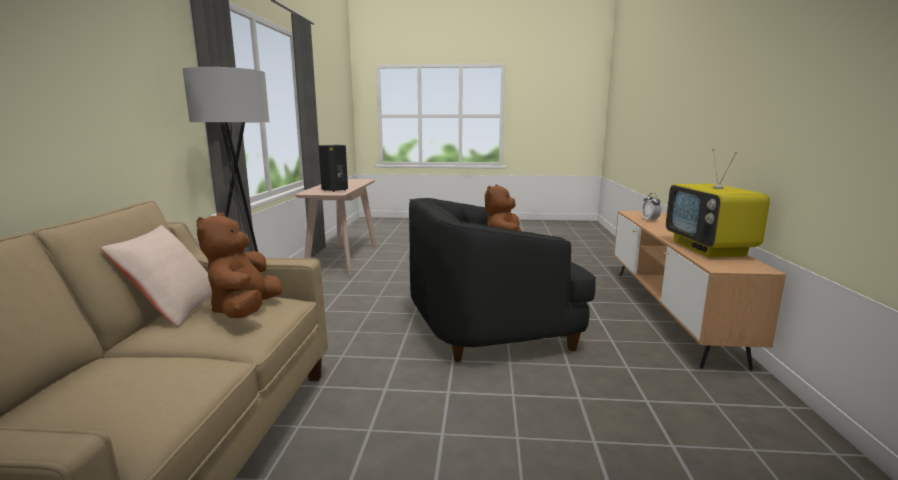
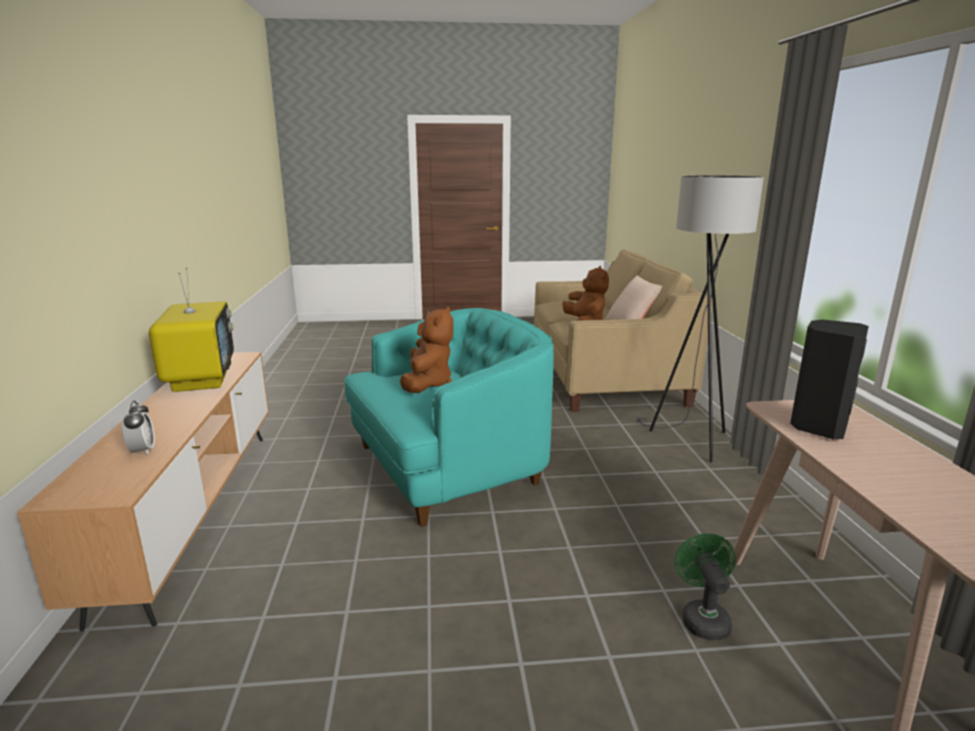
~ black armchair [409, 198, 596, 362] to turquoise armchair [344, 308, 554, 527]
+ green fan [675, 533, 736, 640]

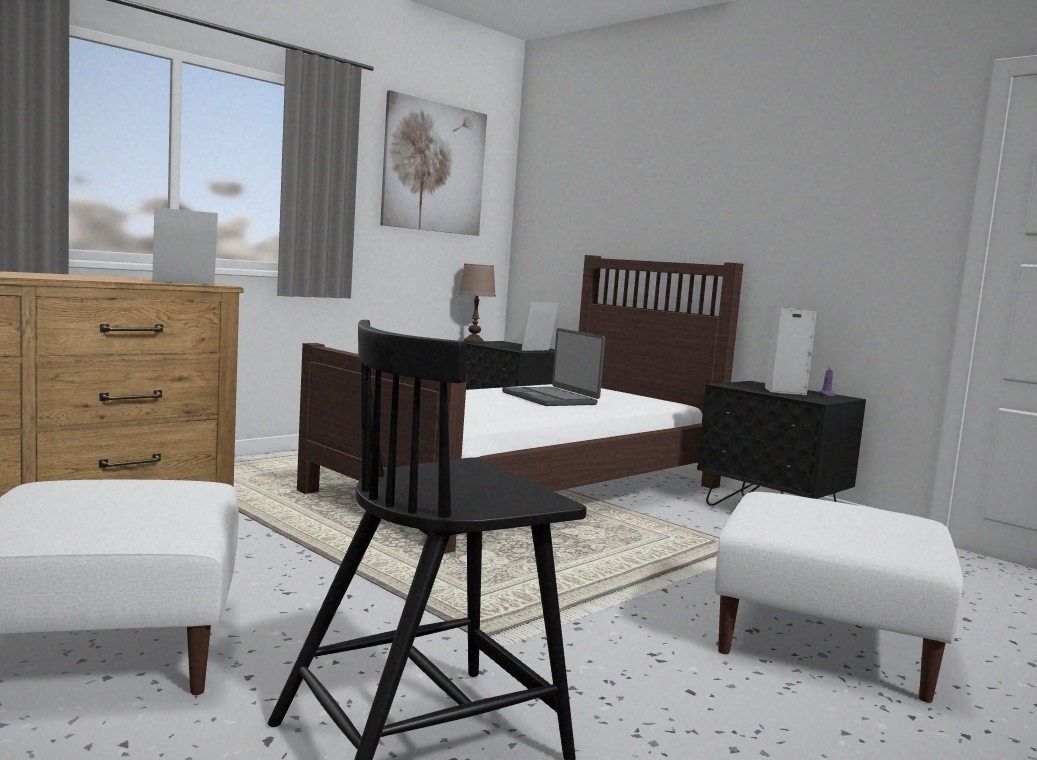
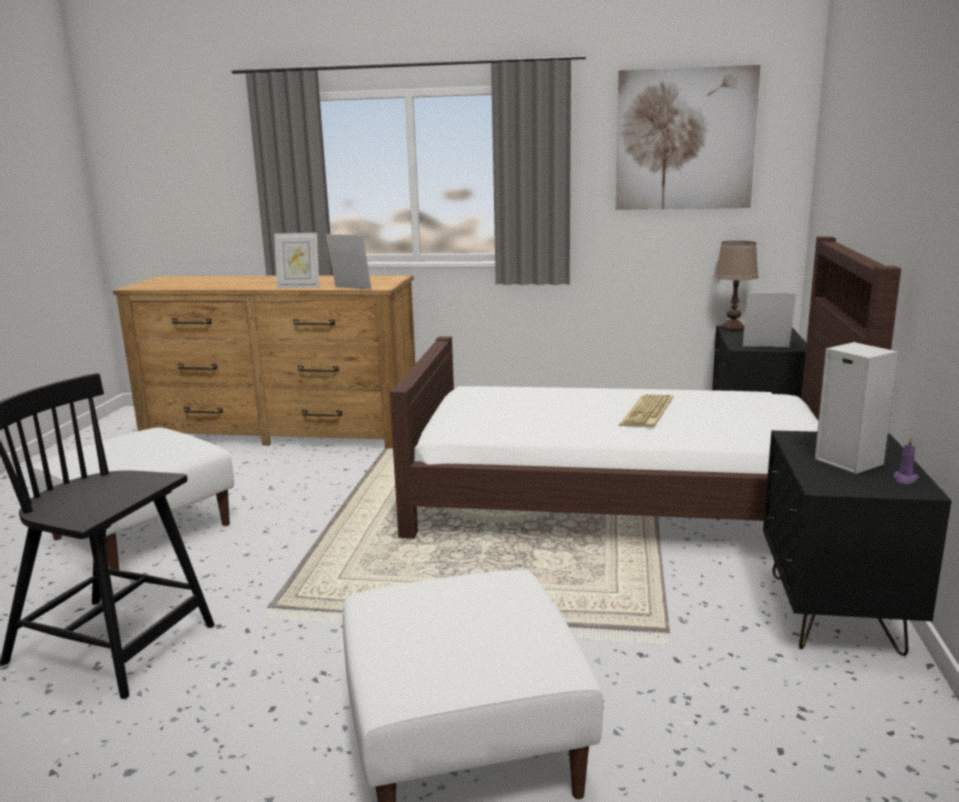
~ laptop [502, 328, 605, 406] to keyboard [619, 395, 673, 427]
+ picture frame [274, 233, 320, 288]

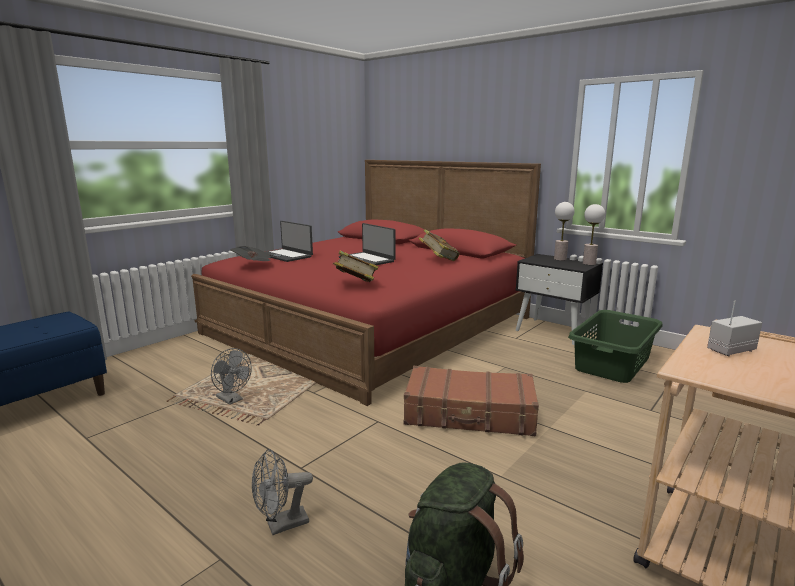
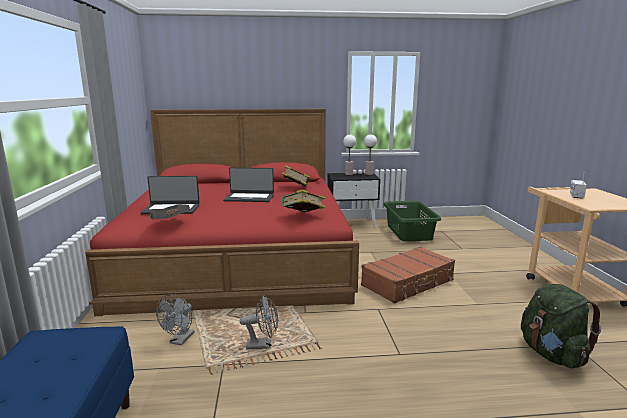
~ grey fan [252, 449, 313, 535] to [156, 294, 195, 345]

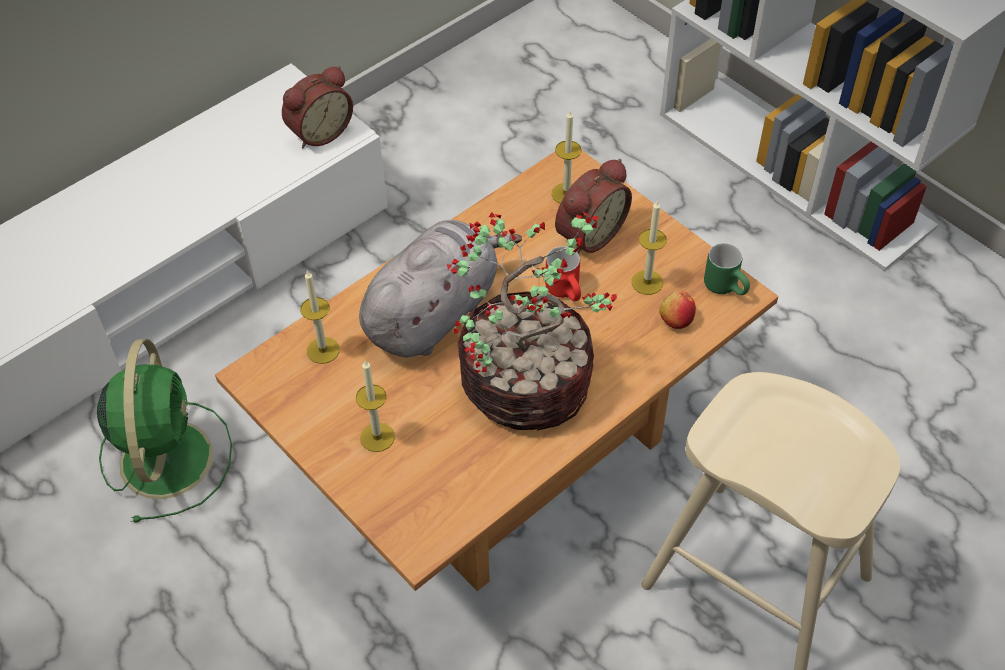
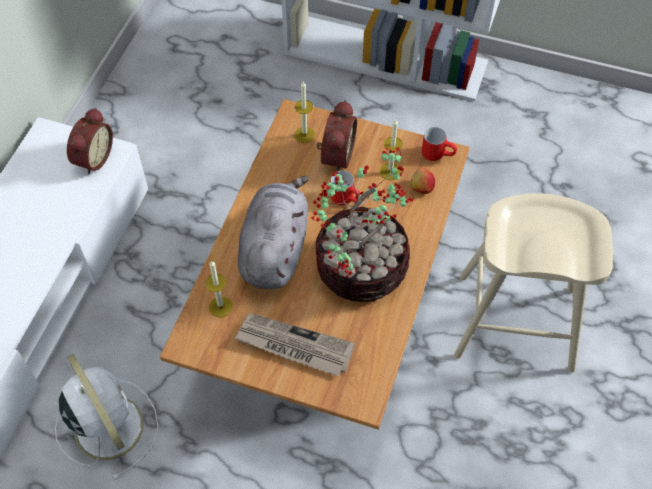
~ green mug [704, 243, 750, 295] to red mug [422, 127, 457, 161]
~ green fan [97, 339, 232, 523] to white fan [55, 354, 159, 480]
~ candle [356, 360, 395, 452] to newspaper [234, 313, 355, 377]

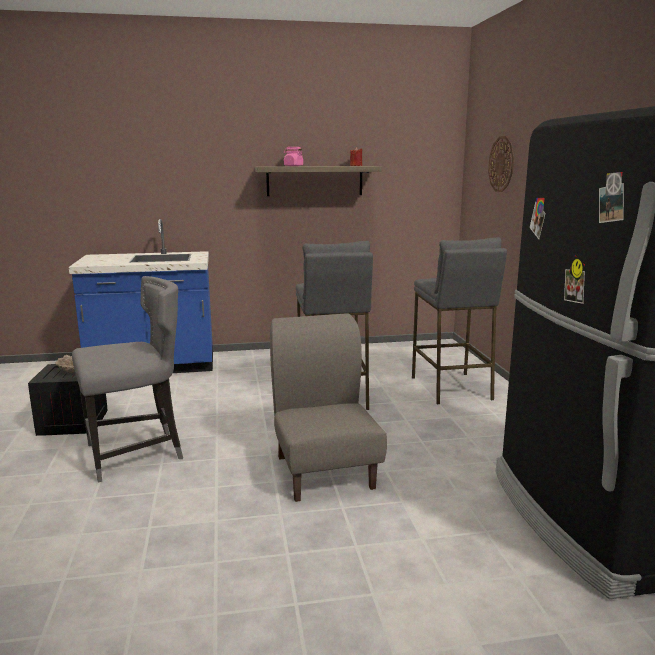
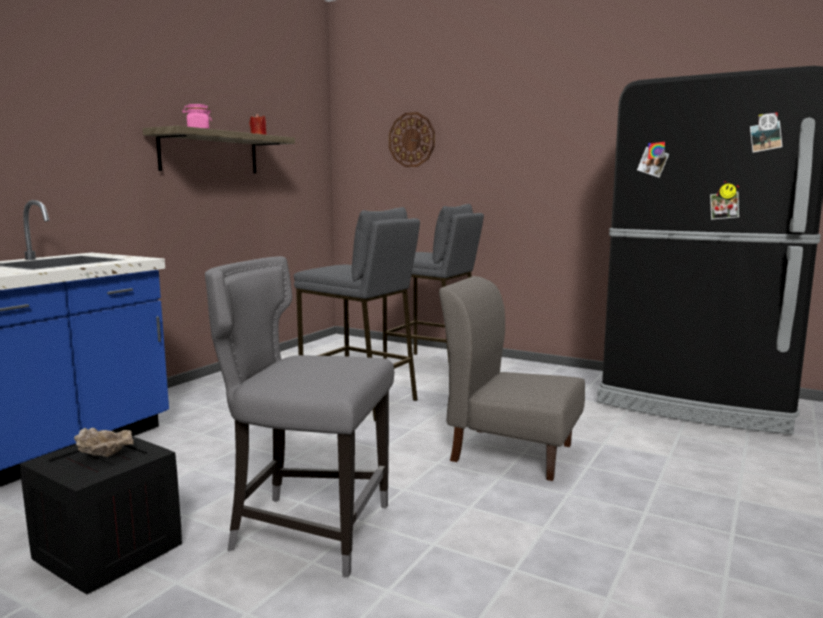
~ grey chair [72, 276, 183, 483] = [205, 256, 394, 577] 90 degrees counterclockwise

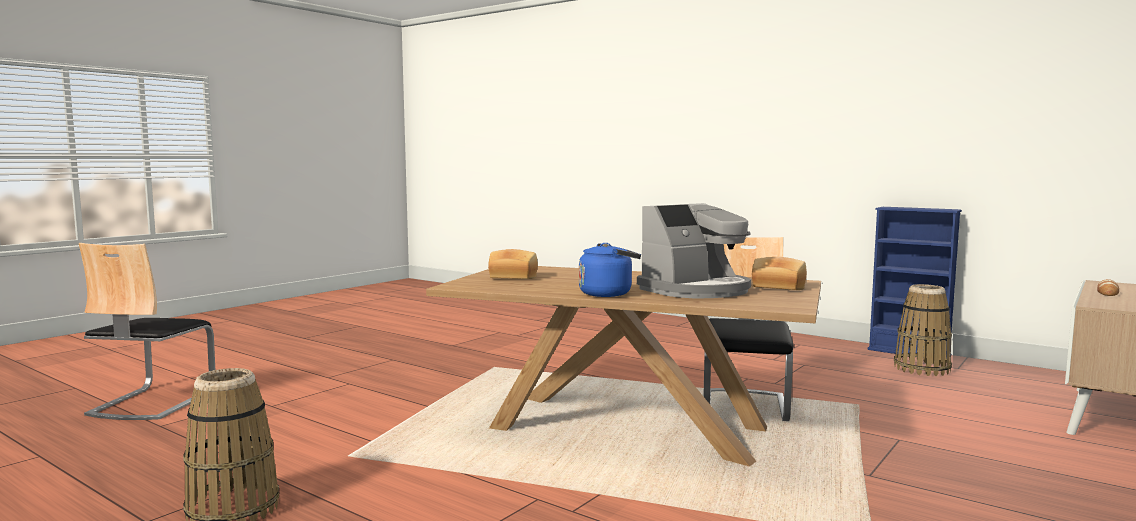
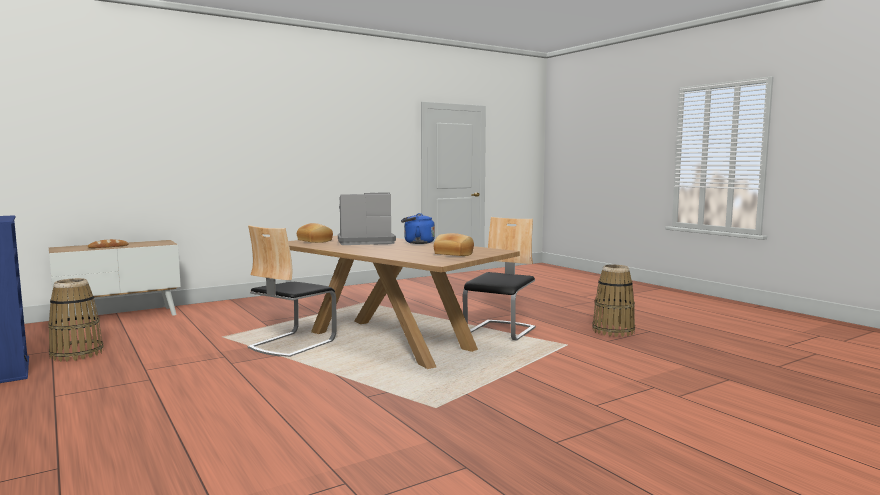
~ chair [79, 243, 215, 420] to [463, 217, 536, 341]

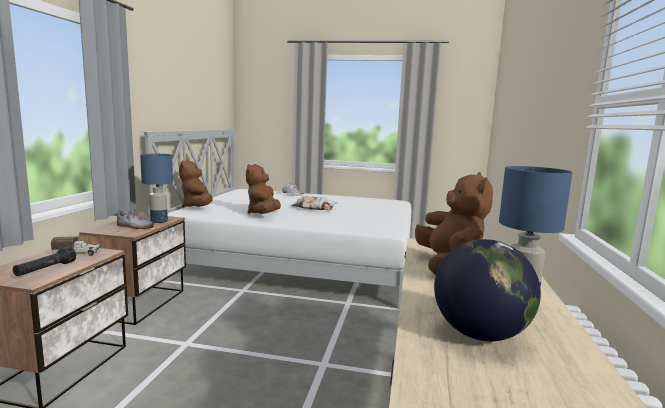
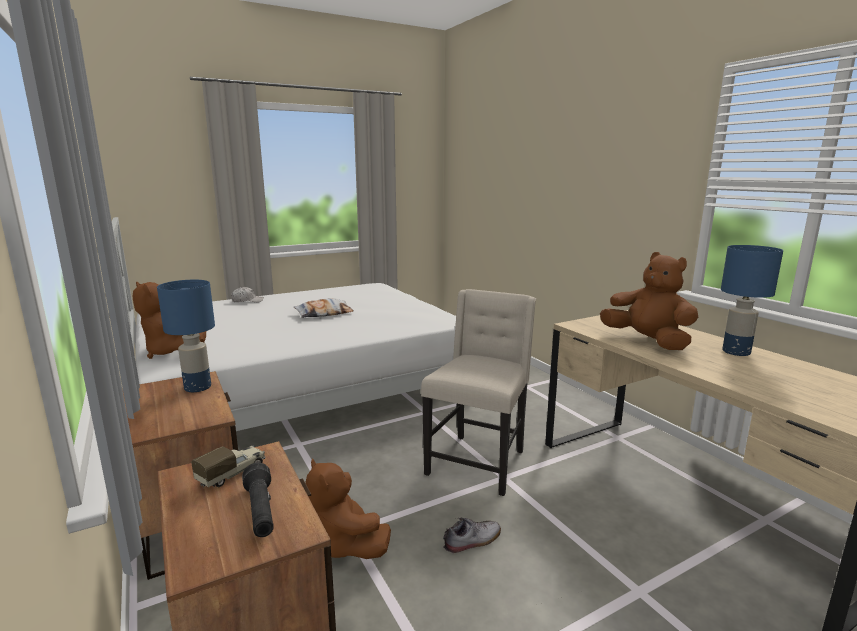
~ brown plush toy [246, 164, 281, 214] to [306, 458, 391, 559]
~ shoe [117, 210, 154, 229] to [443, 518, 501, 553]
- globe [434, 239, 541, 341]
+ beige chair [421, 289, 536, 496]

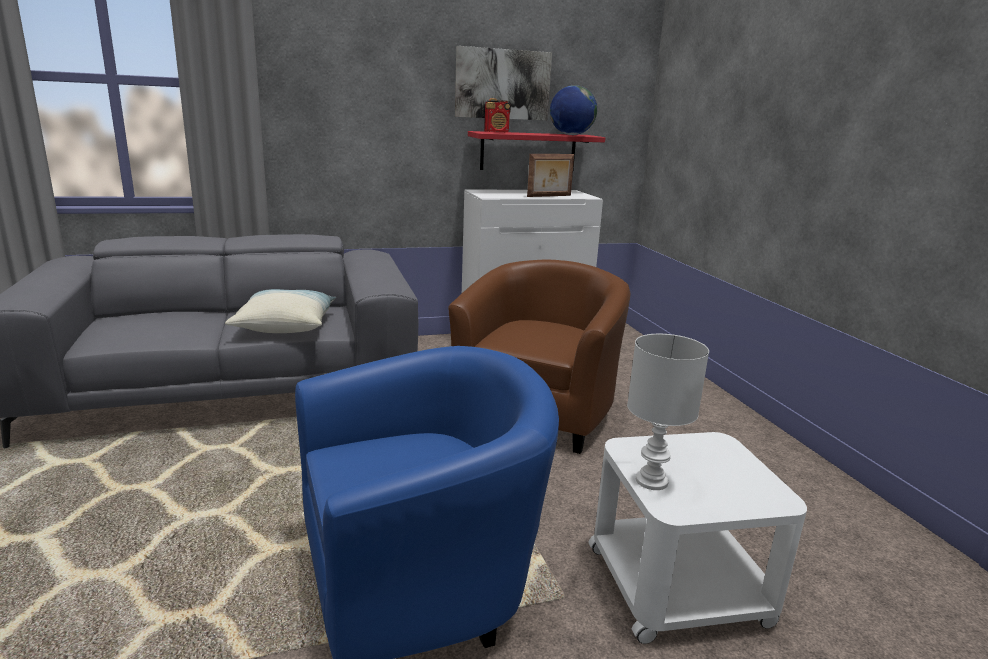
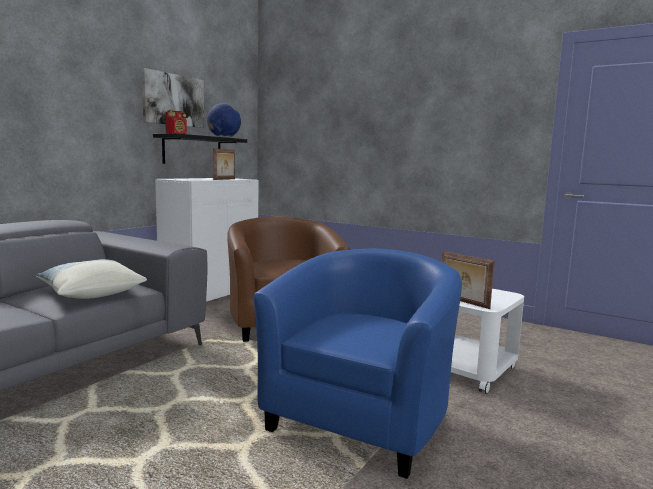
~ red shelf [468, 131, 605, 170] to black shelf [153, 133, 247, 164]
~ white table lamp [627, 334, 709, 490] to picture frame [442, 251, 495, 309]

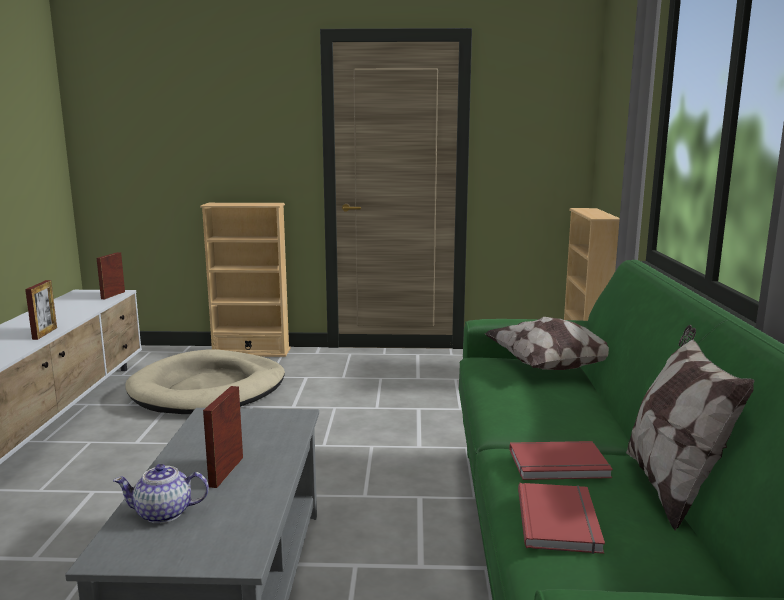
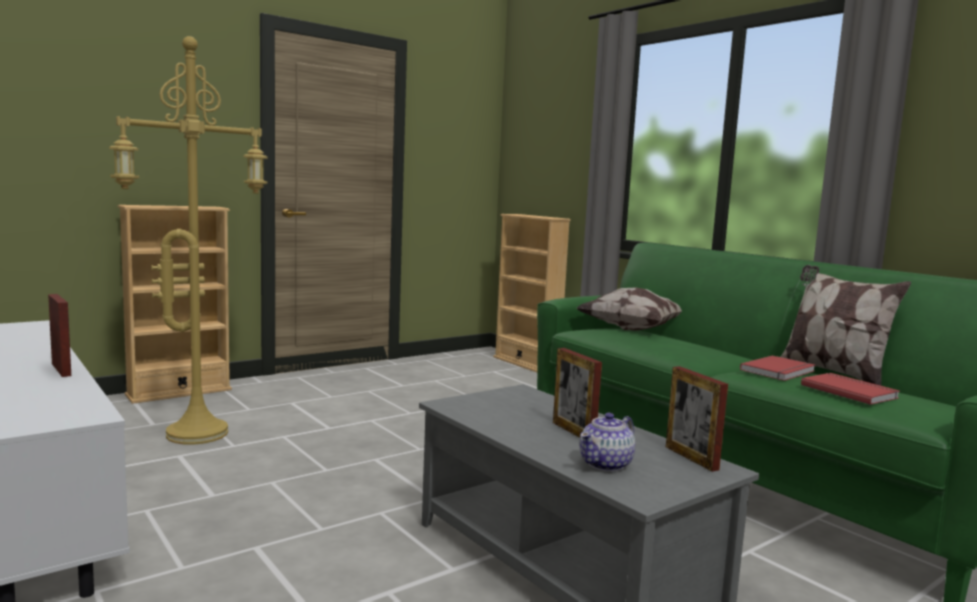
~ picture frame [97, 252, 125, 299] to [666, 366, 728, 472]
~ beige dog bed [125, 349, 285, 414] to yellow floor lamp [109, 36, 267, 445]

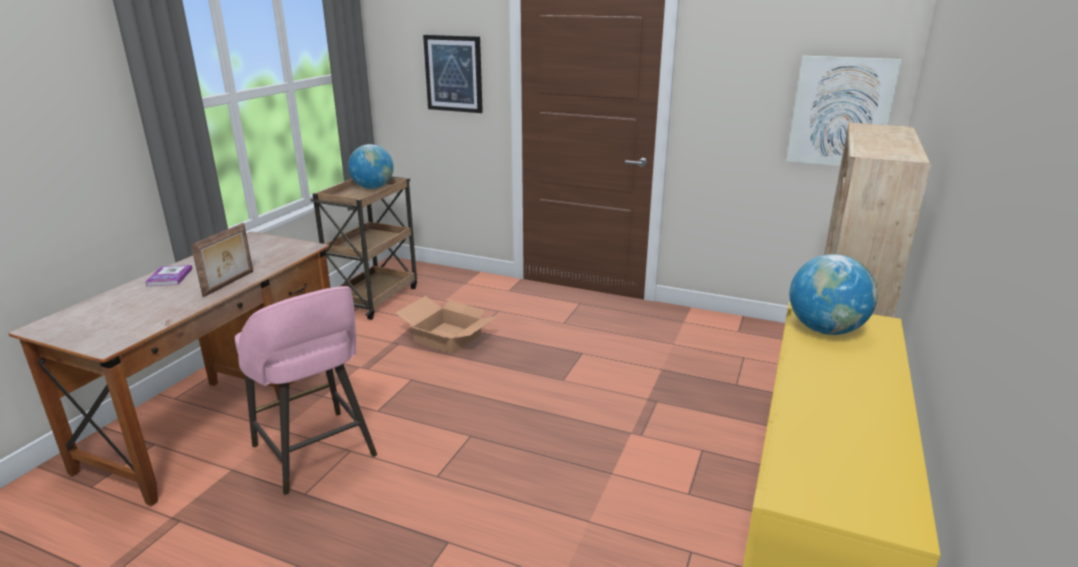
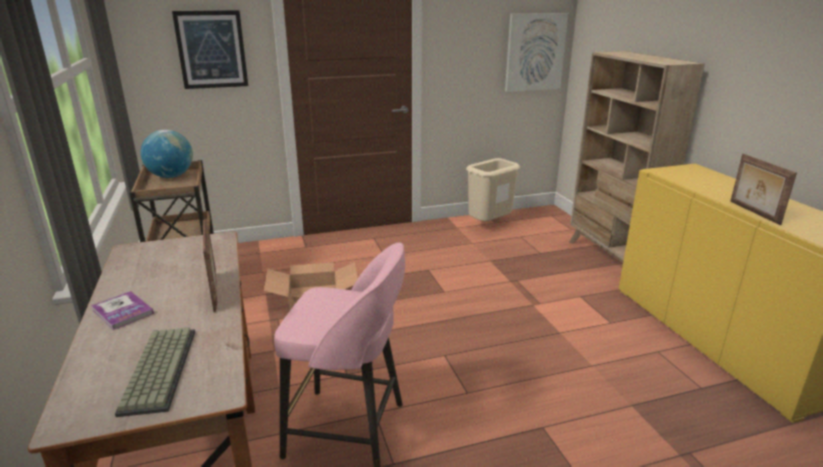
- globe [789, 254, 878, 335]
+ picture frame [730, 154, 797, 225]
+ beige trash can [466, 158, 520, 221]
+ keyboard [115, 328, 195, 417]

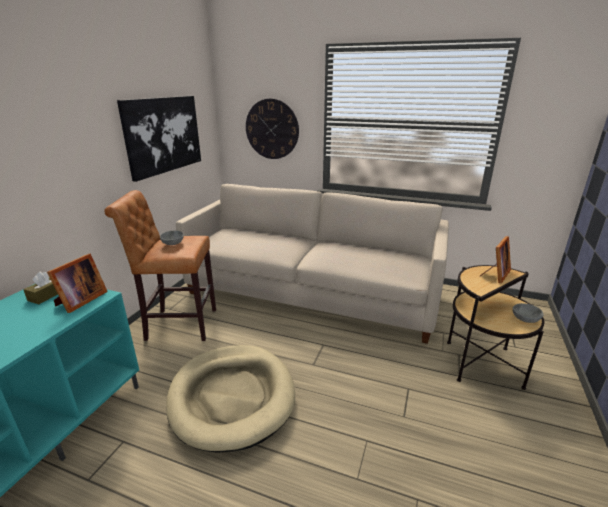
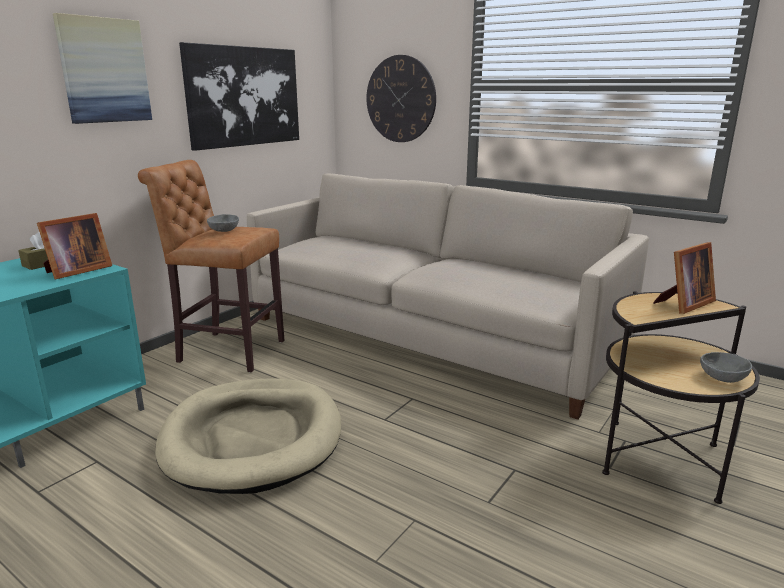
+ picture [53, 13, 152, 124]

